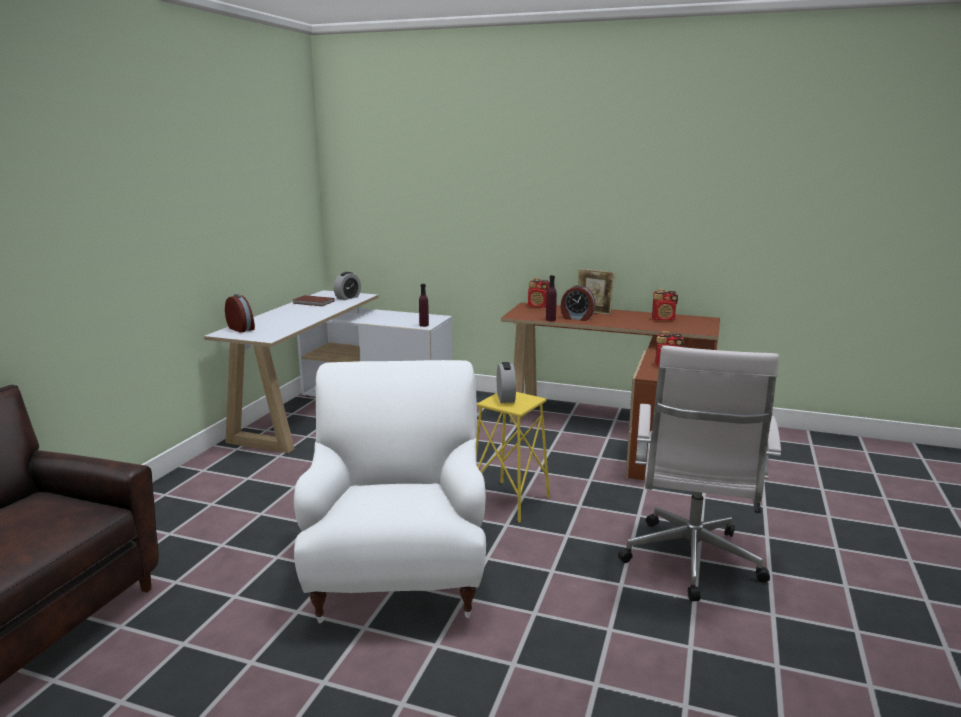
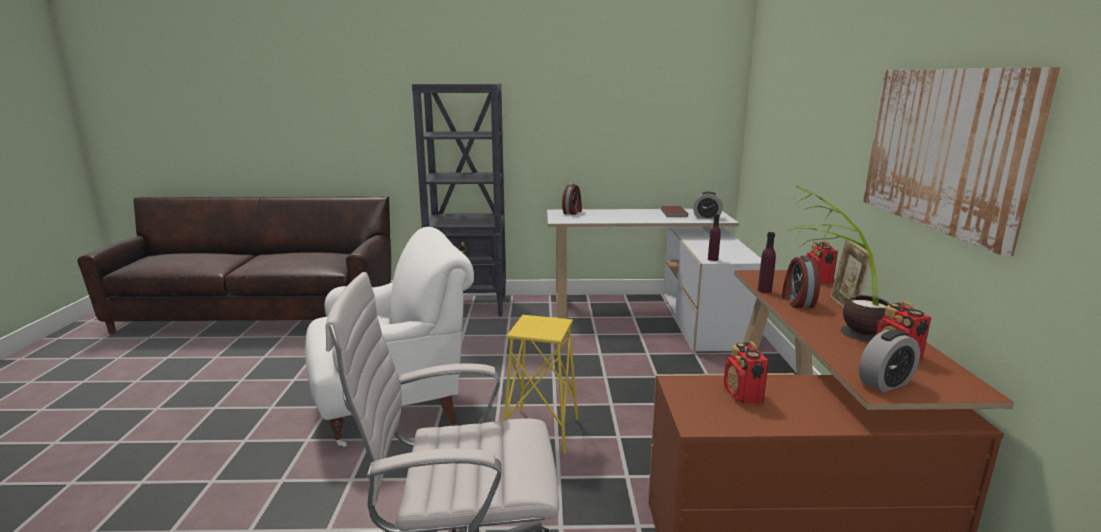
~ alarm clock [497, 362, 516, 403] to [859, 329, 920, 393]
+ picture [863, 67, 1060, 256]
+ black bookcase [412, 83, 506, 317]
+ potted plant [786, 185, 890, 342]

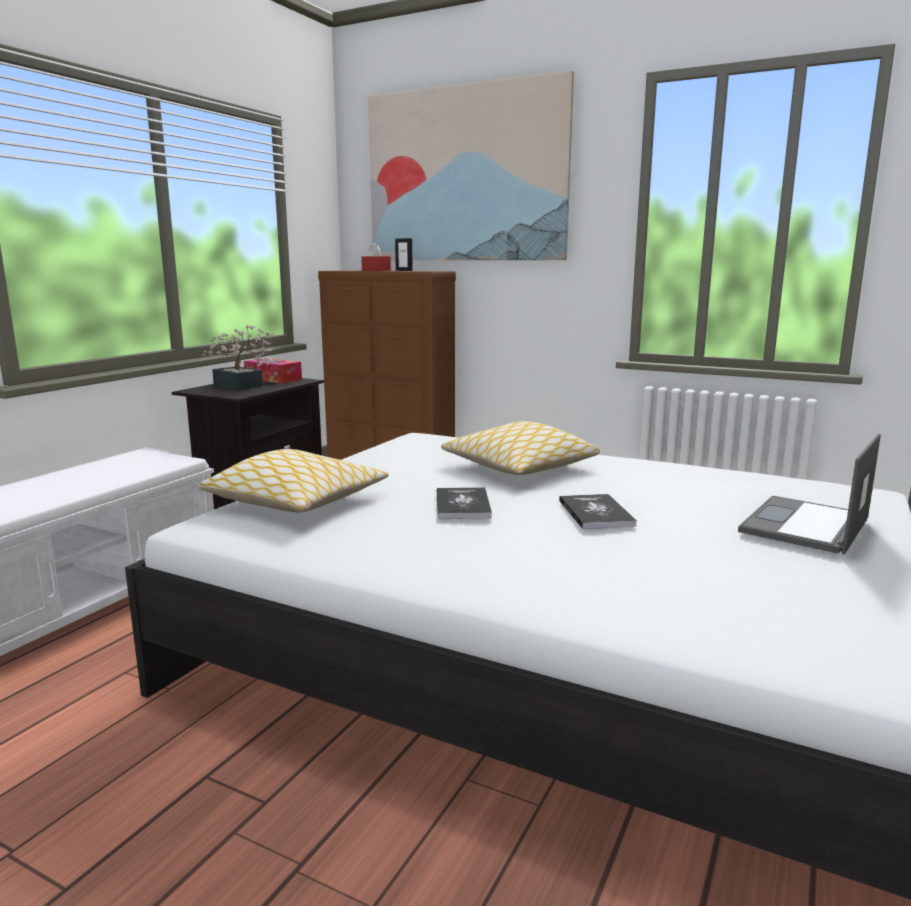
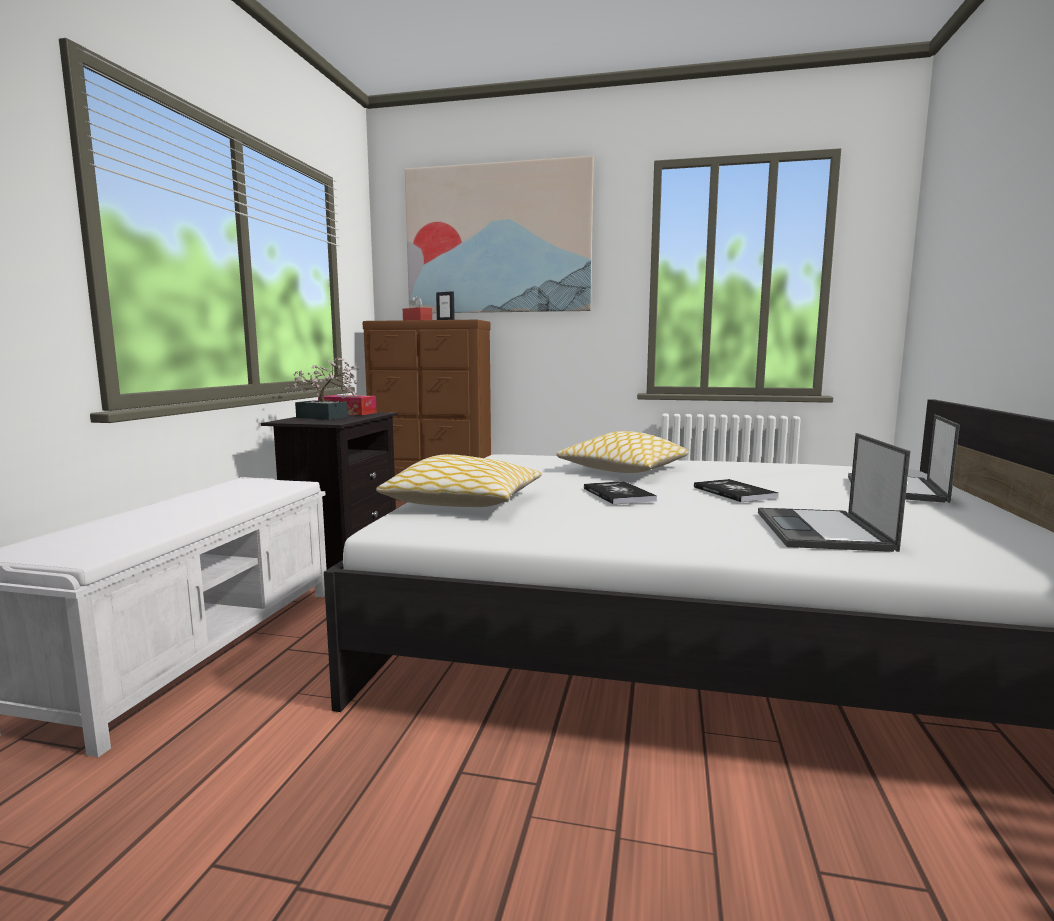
+ laptop [758, 433, 910, 552]

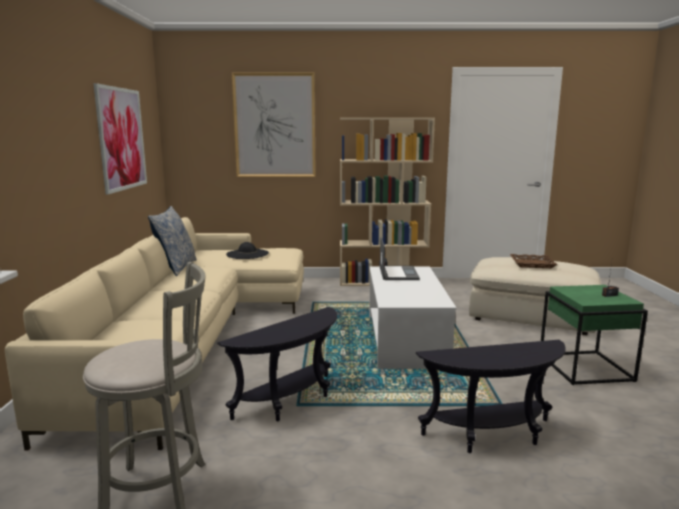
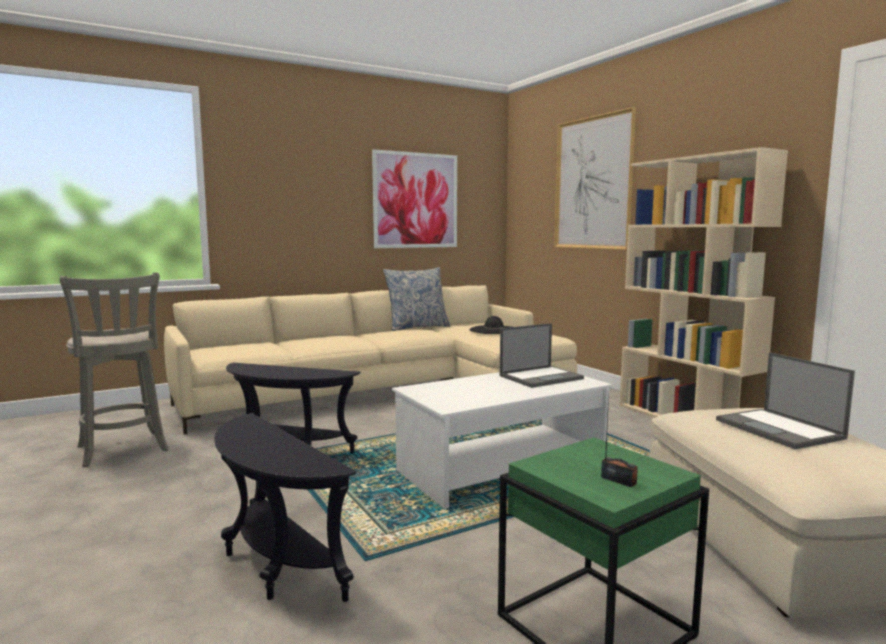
~ brown tray [510, 254, 558, 268] to laptop [716, 352, 855, 449]

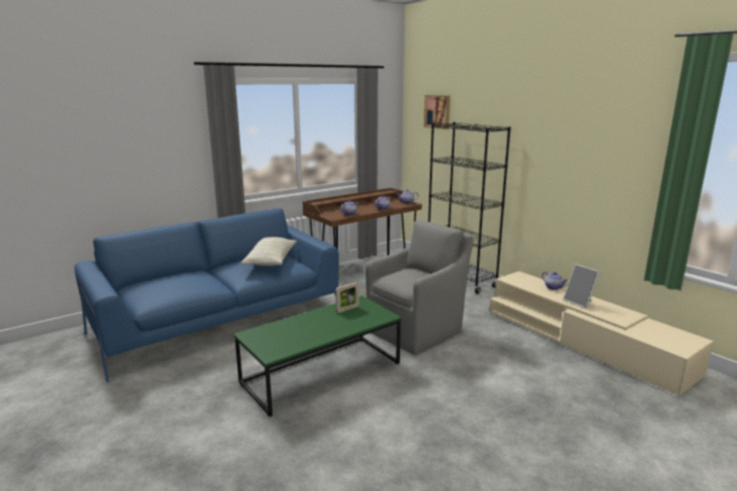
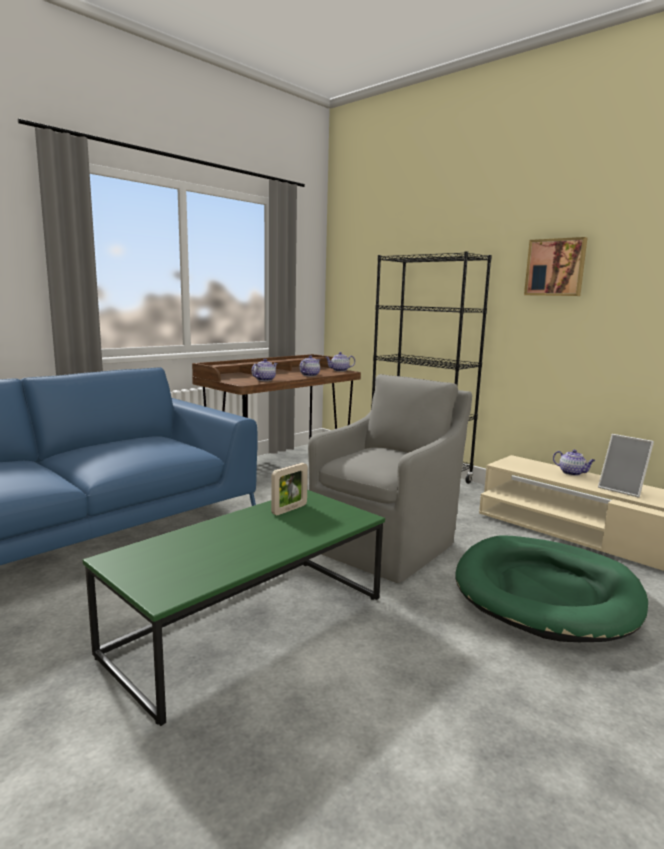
~ picture [424, 95, 450, 129] to [524, 237, 587, 296]
- pillow [241, 237, 297, 266]
+ green dog bed [455, 535, 648, 642]

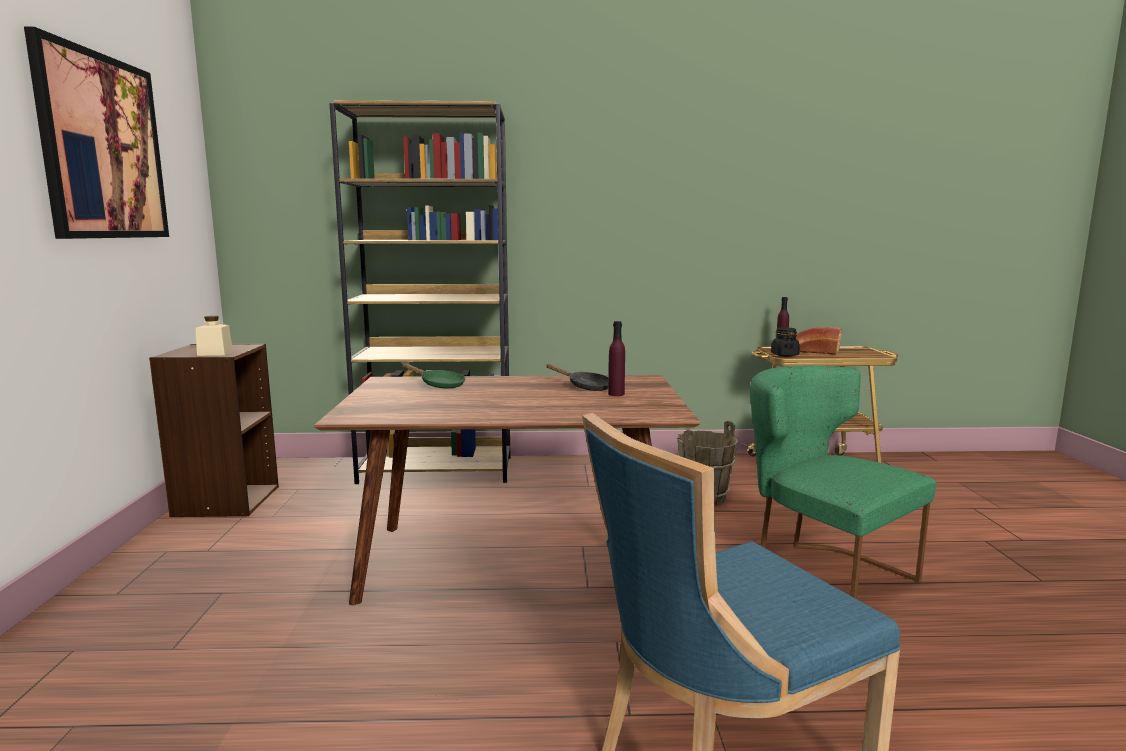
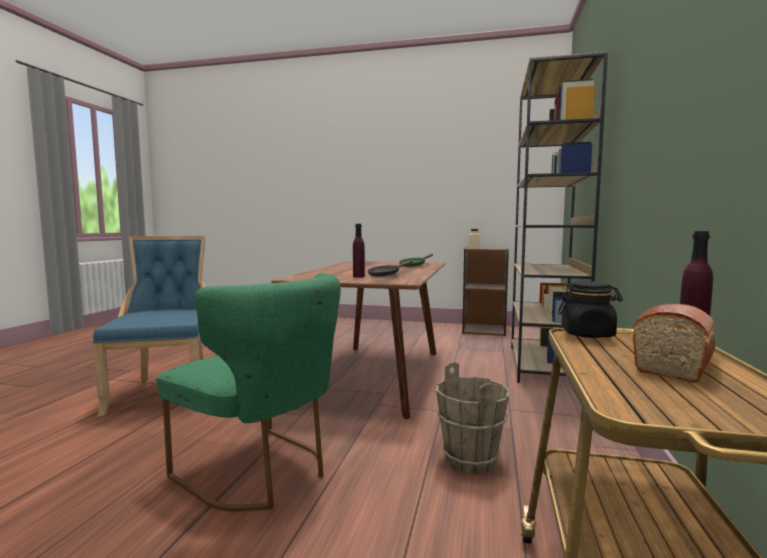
- picture [24, 27, 169, 239]
~ green chair [750, 365, 937, 599] = [156, 273, 341, 511] 60 degrees clockwise

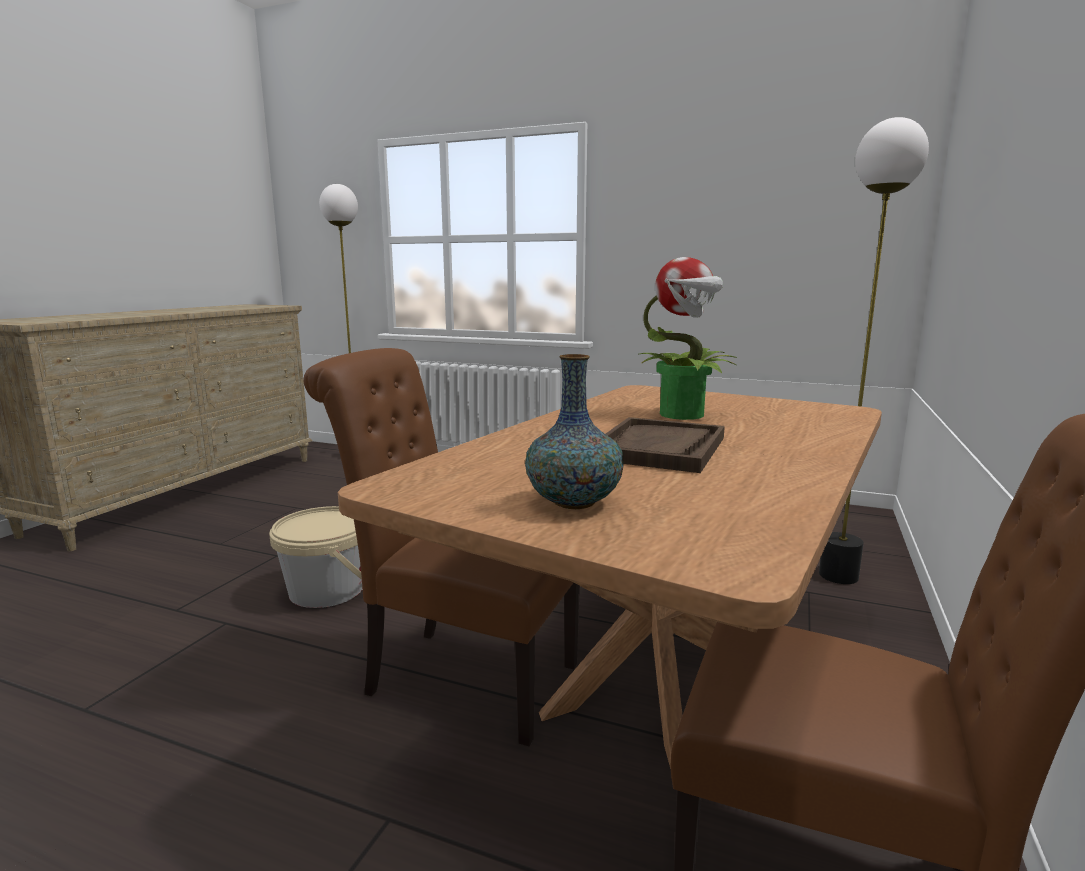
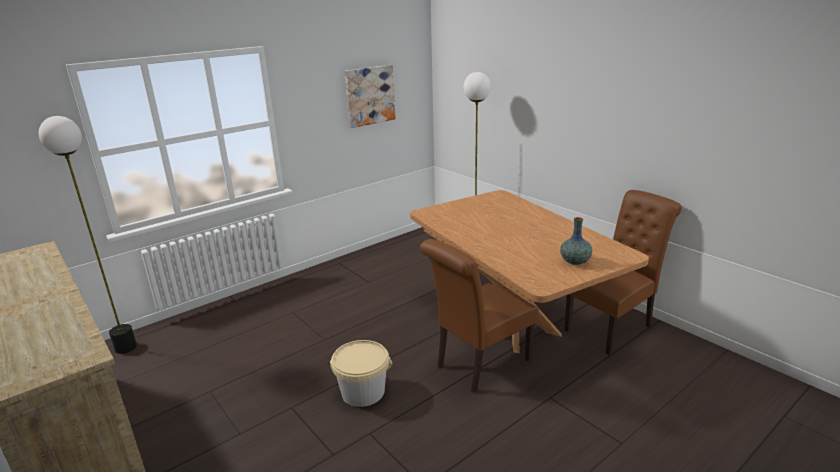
- potted plant [638, 257, 737, 420]
- brown tray [606, 417, 725, 473]
+ picture [345, 65, 396, 128]

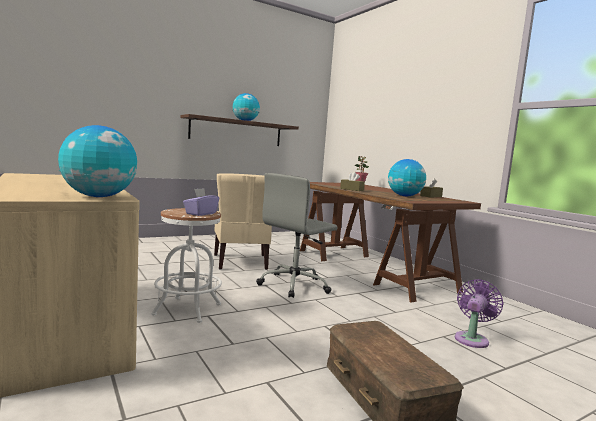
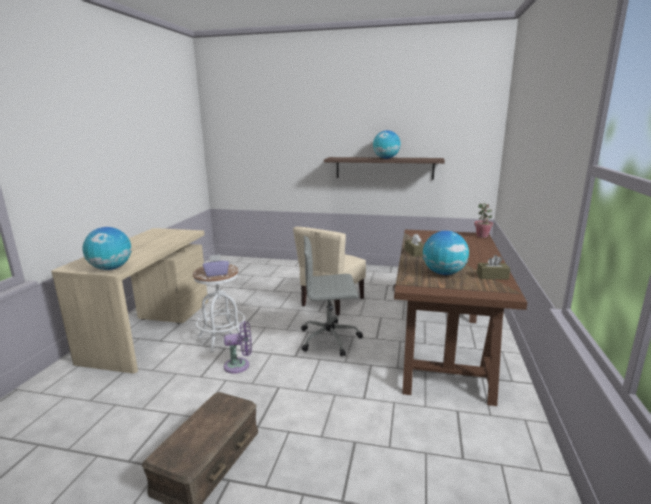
~ purple fan [455, 279, 504, 348] to [224, 321, 252, 374]

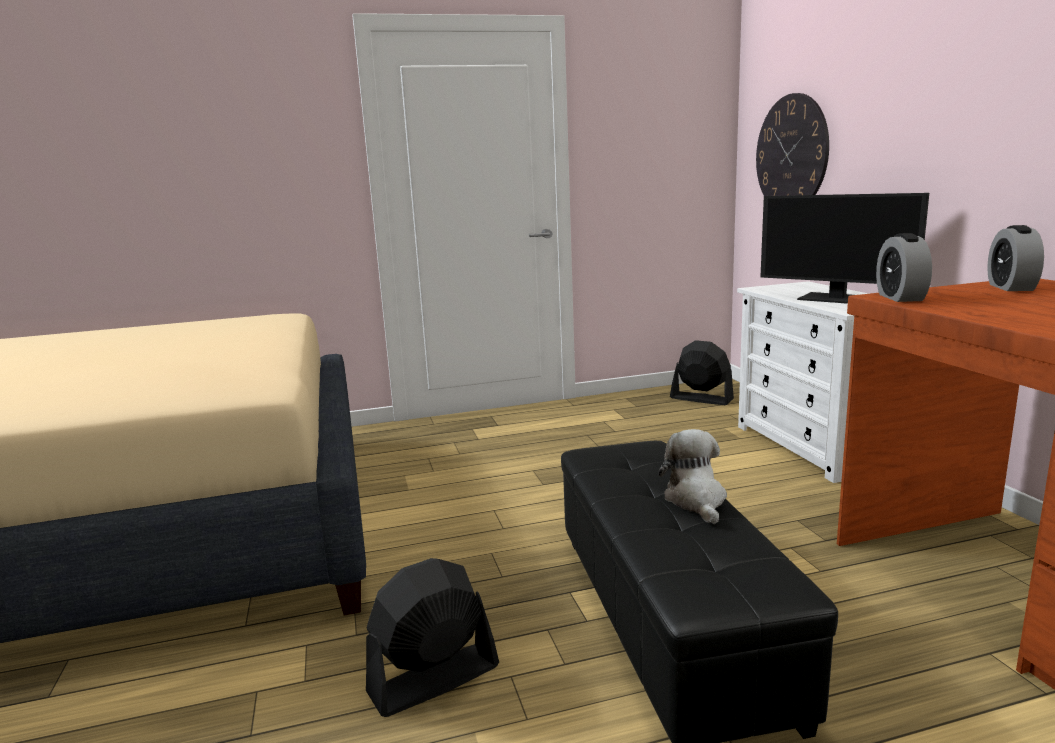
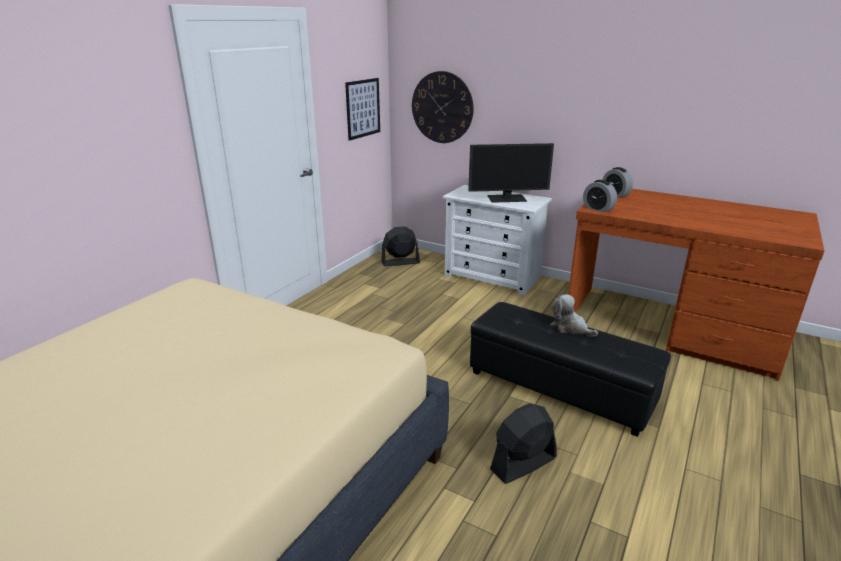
~ black fan [366, 558, 499, 717] = [490, 403, 557, 484] 45 degrees clockwise
+ picture [345, 78, 380, 141]

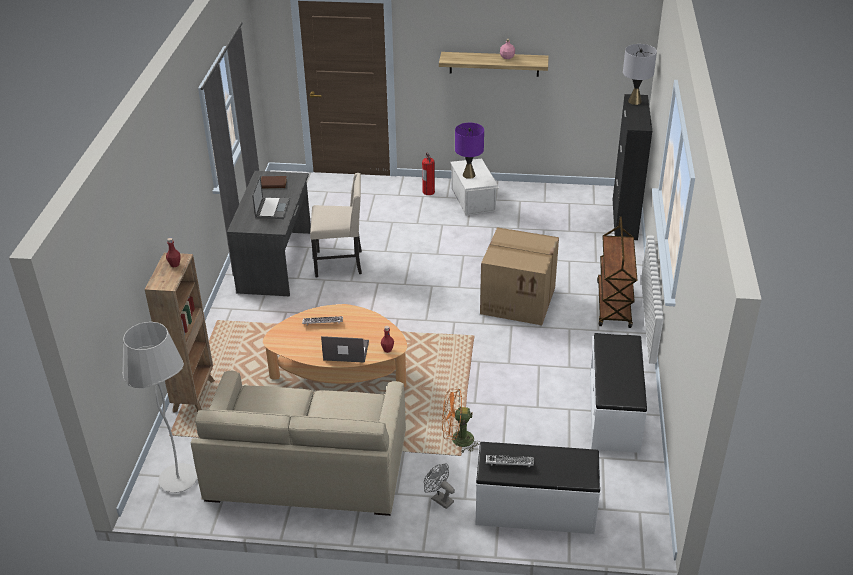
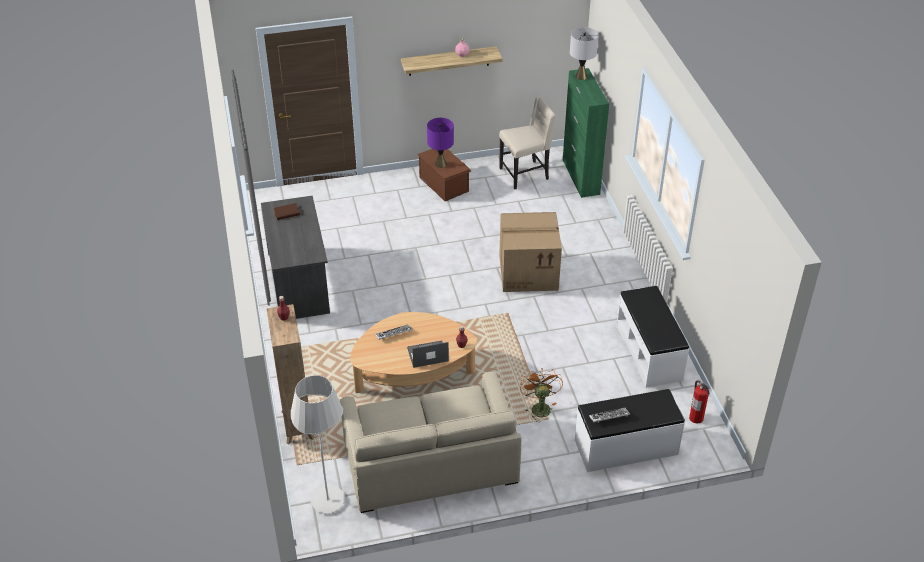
~ black cabinet [613, 94, 652, 240] to green cabinet [563, 68, 609, 198]
~ fire extinguisher [422, 152, 435, 195] to [689, 380, 710, 424]
~ white storage box [450, 159, 499, 216] to brown storage box [418, 149, 471, 201]
~ beige chair [310, 173, 362, 277] to [499, 96, 556, 189]
- laptop [252, 176, 290, 219]
- brown cart [597, 216, 637, 328]
~ orange fan [442, 389, 481, 453] = [520, 368, 563, 422] 105 degrees clockwise
- grey fan [424, 464, 455, 509]

